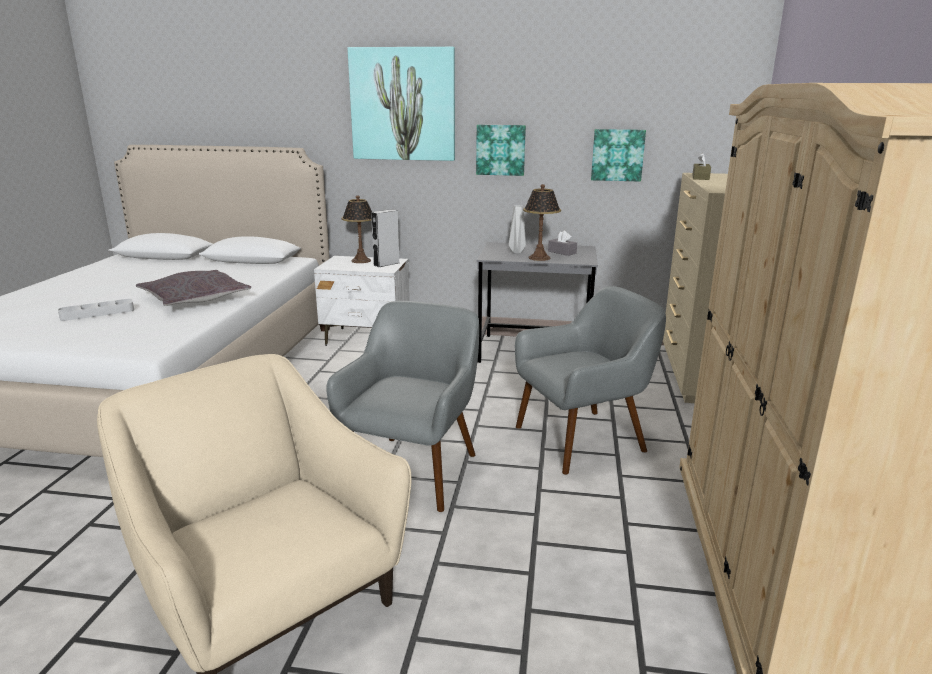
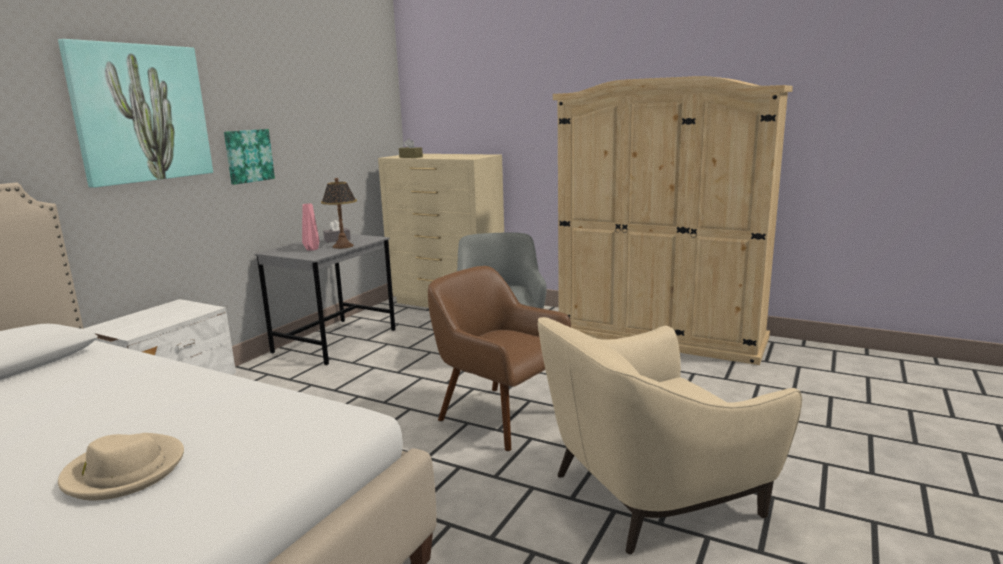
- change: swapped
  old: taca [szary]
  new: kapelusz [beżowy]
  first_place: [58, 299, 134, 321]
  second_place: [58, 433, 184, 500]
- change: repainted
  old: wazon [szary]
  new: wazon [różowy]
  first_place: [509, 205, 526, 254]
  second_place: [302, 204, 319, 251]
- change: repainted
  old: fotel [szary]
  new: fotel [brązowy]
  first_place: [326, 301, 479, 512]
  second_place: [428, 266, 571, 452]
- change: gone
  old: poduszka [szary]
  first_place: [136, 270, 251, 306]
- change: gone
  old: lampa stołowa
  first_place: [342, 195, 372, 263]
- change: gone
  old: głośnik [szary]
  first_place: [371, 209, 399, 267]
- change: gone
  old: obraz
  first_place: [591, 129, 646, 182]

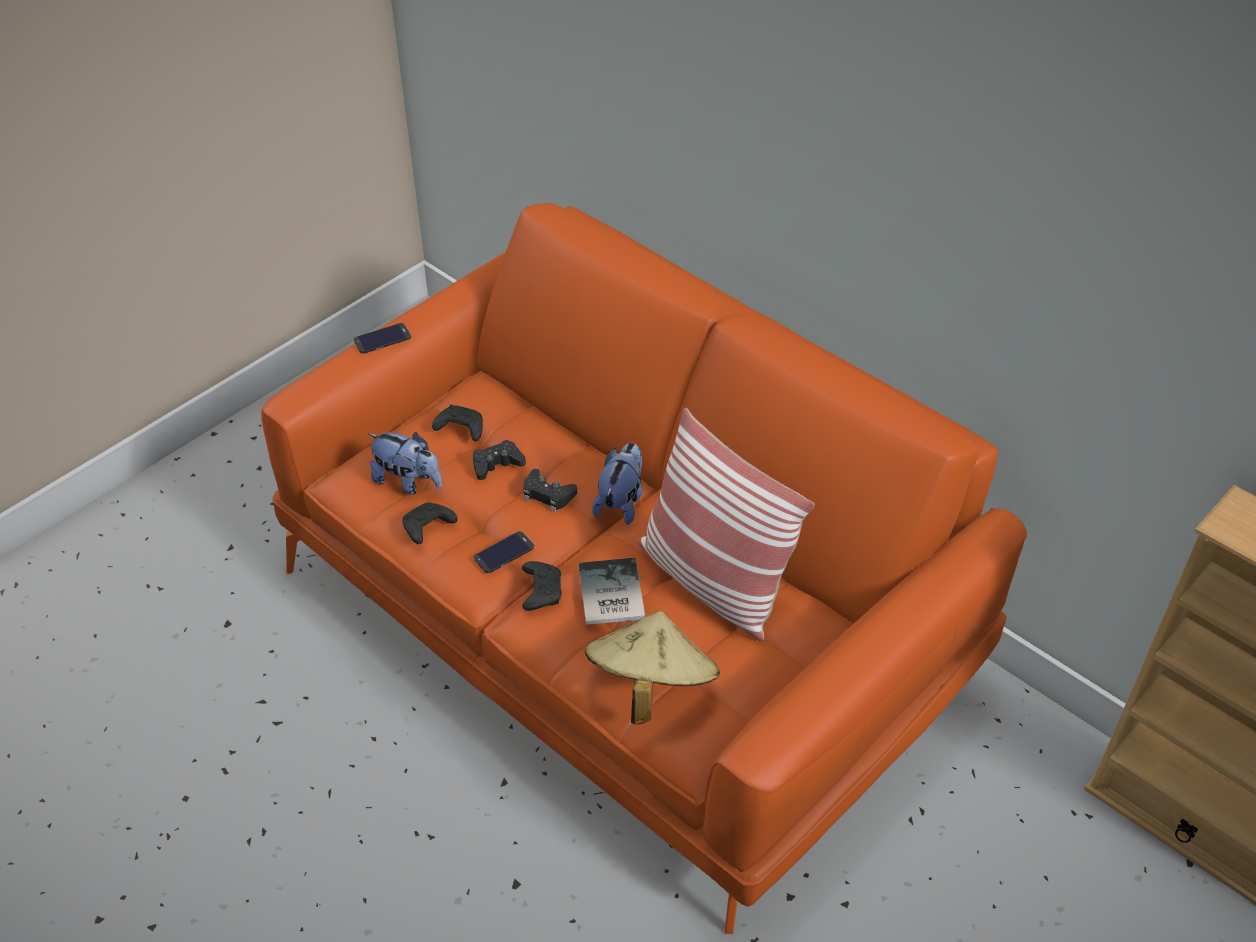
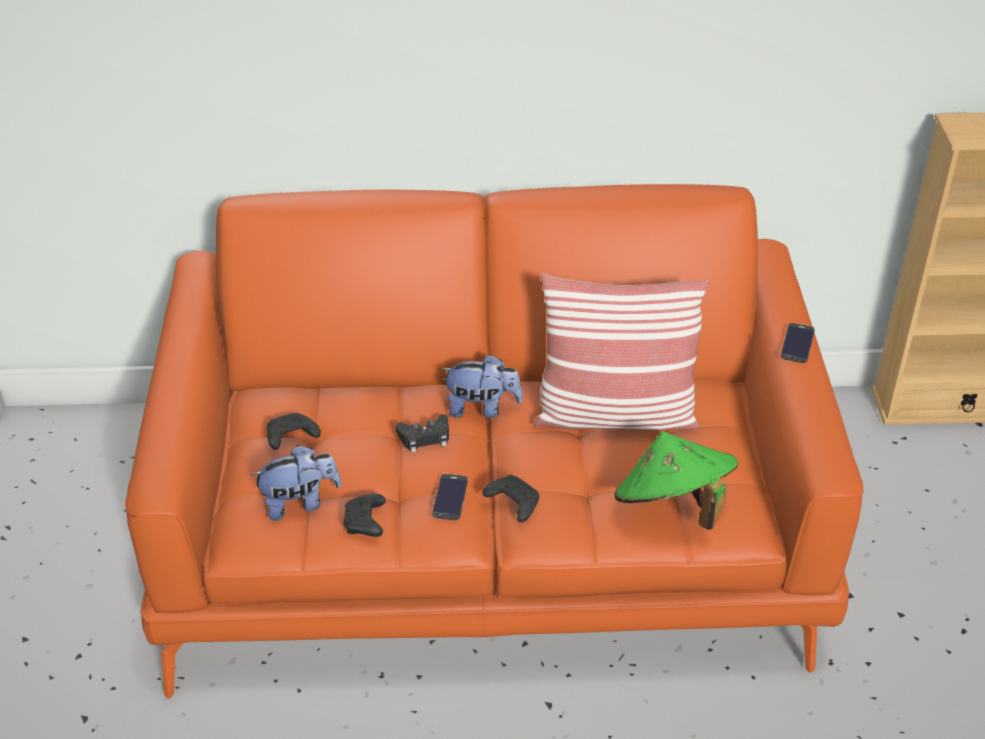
- change: rotated
  old: pluszak
  first_place: [592, 442, 642, 525]
  second_place: [441, 354, 523, 418]
  degrees: 120
- change: repainted
  old: kapelusz [beżowy]
  new: kapelusz [zielony]
  first_place: [585, 610, 720, 725]
  second_place: [614, 431, 738, 530]
- change: shifted
  old: telefon
  first_place: [354, 323, 411, 354]
  second_place: [781, 323, 815, 363]
- change: gone
  old: pad do gier [czarny]
  first_place: [473, 440, 526, 480]
- change: gone
  old: książka
  first_place: [578, 558, 645, 625]

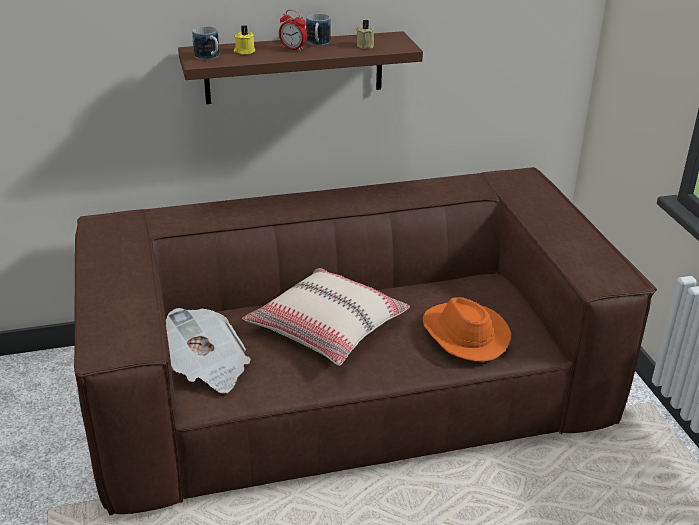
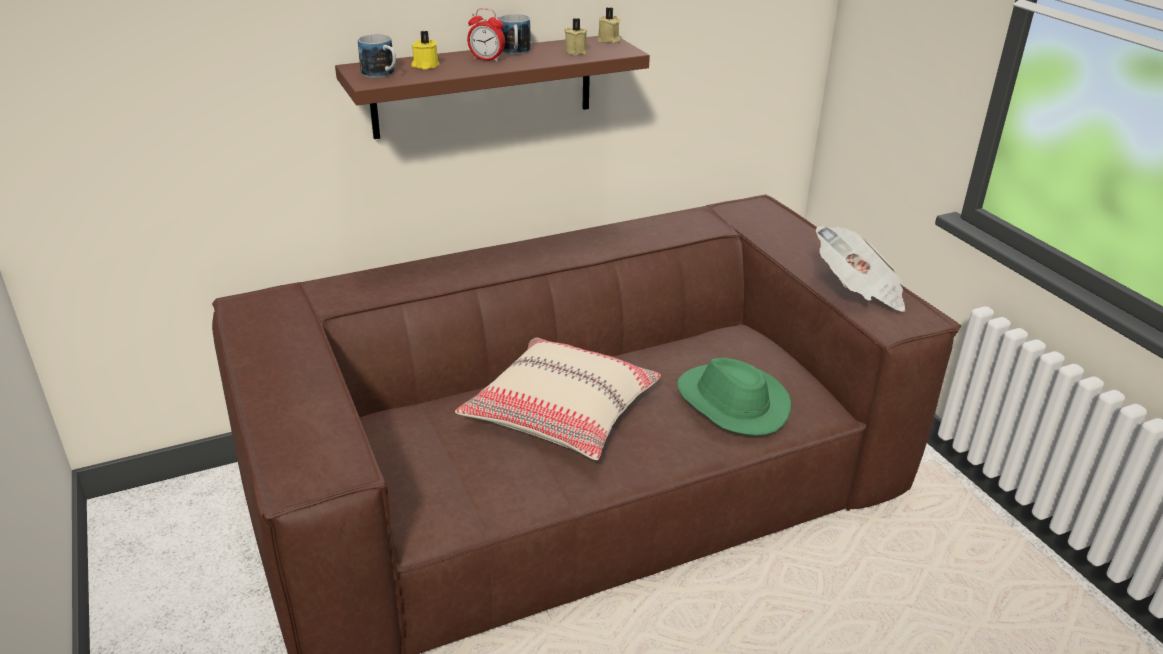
- change: new
  new: świeca [beżowy]
  second_place: [597, 7, 621, 43]
- change: repainted
  old: kapelusz [pomarańczowy]
  new: kapelusz [zielony]
  first_place: [423, 297, 511, 362]
  second_place: [677, 358, 791, 436]
- change: shifted
  old: gazeta
  first_place: [166, 308, 251, 394]
  second_place: [816, 226, 905, 312]

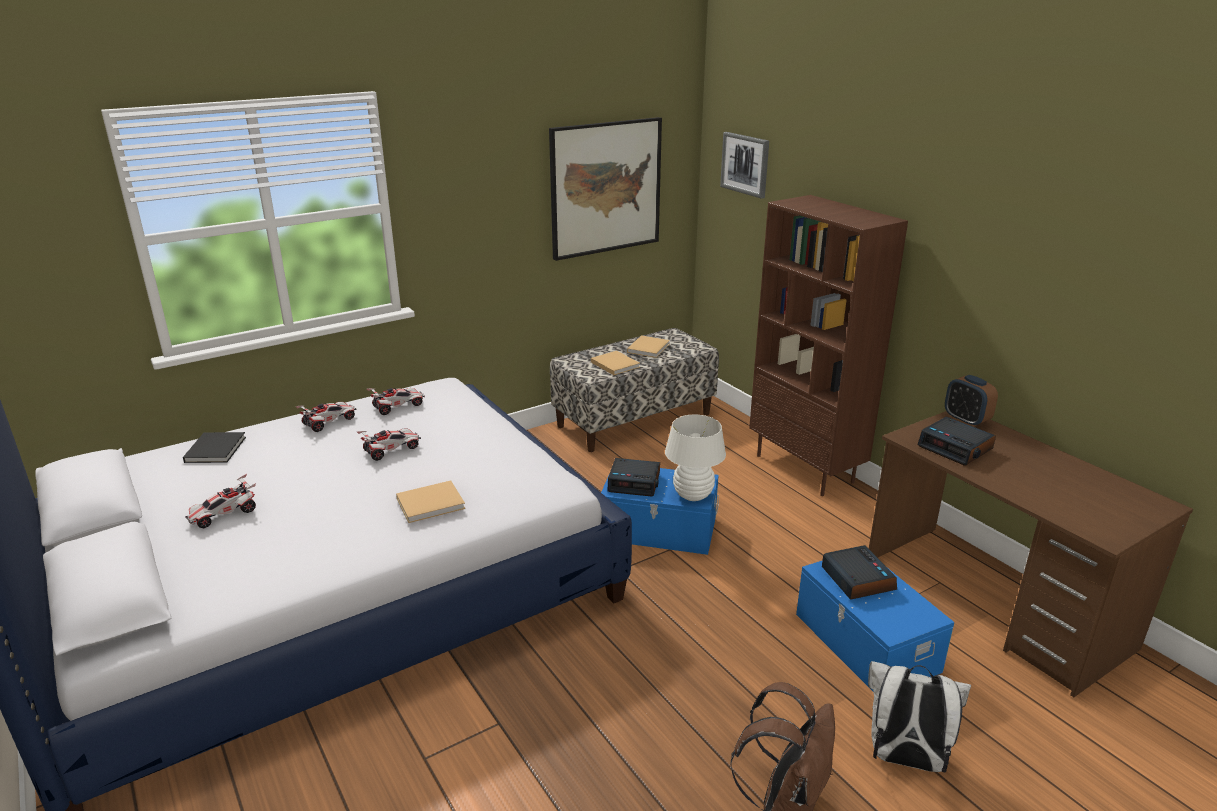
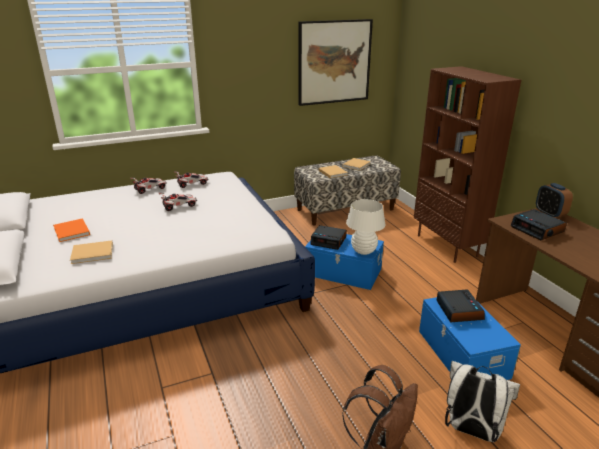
- change: swapped
  old: samochodzik
  new: książka [pomarańczowy]
  first_place: [185, 474, 256, 528]
  second_place: [53, 218, 90, 242]
- change: shifted
  old: książka [beżowy]
  first_place: [396, 481, 465, 523]
  second_place: [70, 240, 113, 264]
- change: gone
  old: książka [czarny]
  first_place: [183, 432, 246, 463]
- change: gone
  old: obraz
  first_place: [720, 132, 769, 199]

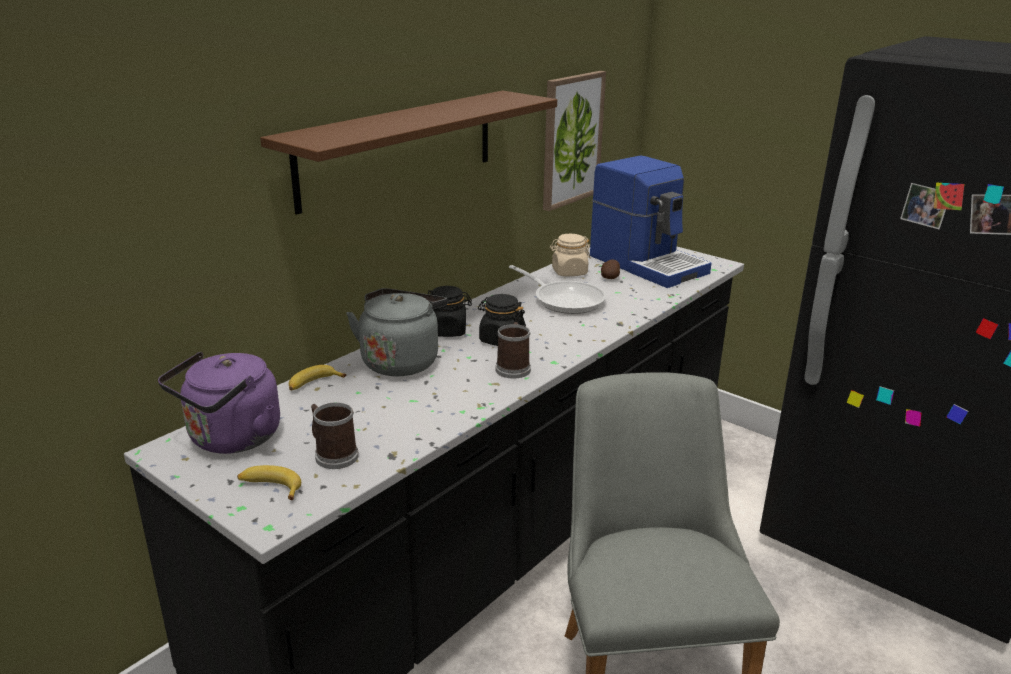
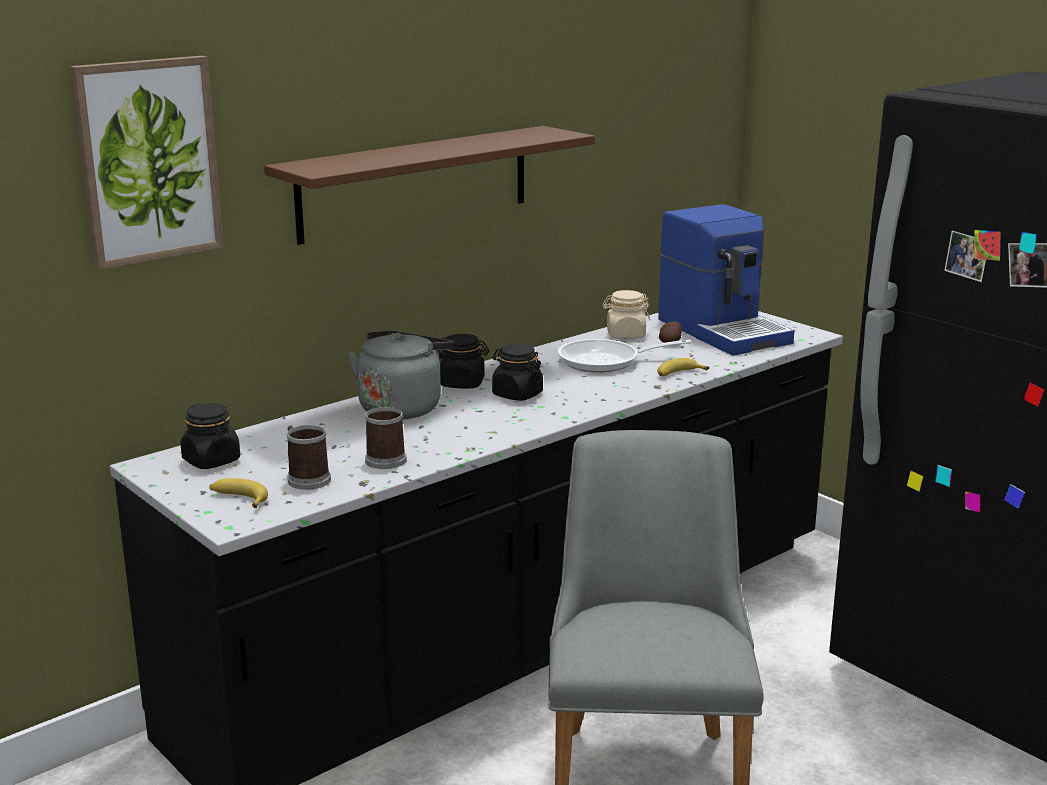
- change: shifted
  old: obraz
  first_place: [543, 71, 606, 211]
  second_place: [70, 56, 224, 270]
- change: swapped
  old: czajnik [fioletowy]
  new: słoik [czarny]
  first_place: [158, 352, 280, 454]
  second_place: [181, 403, 240, 469]
- change: shifted
  old: kubek
  first_place: [496, 322, 531, 379]
  second_place: [365, 405, 407, 469]
- change: rotated
  old: patelnia
  first_place: [509, 265, 606, 314]
  second_place: [558, 339, 692, 372]
  degrees: 120
- change: shifted
  old: banan
  first_place: [289, 365, 347, 390]
  second_place: [657, 358, 709, 377]

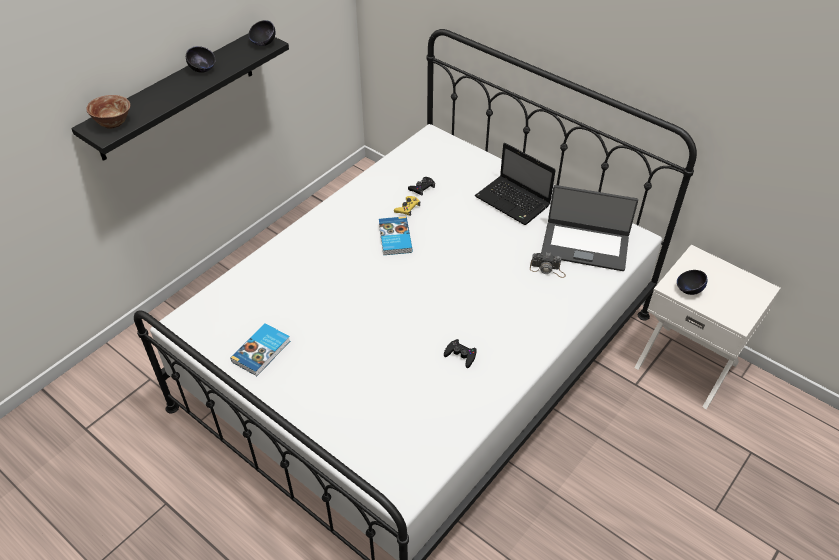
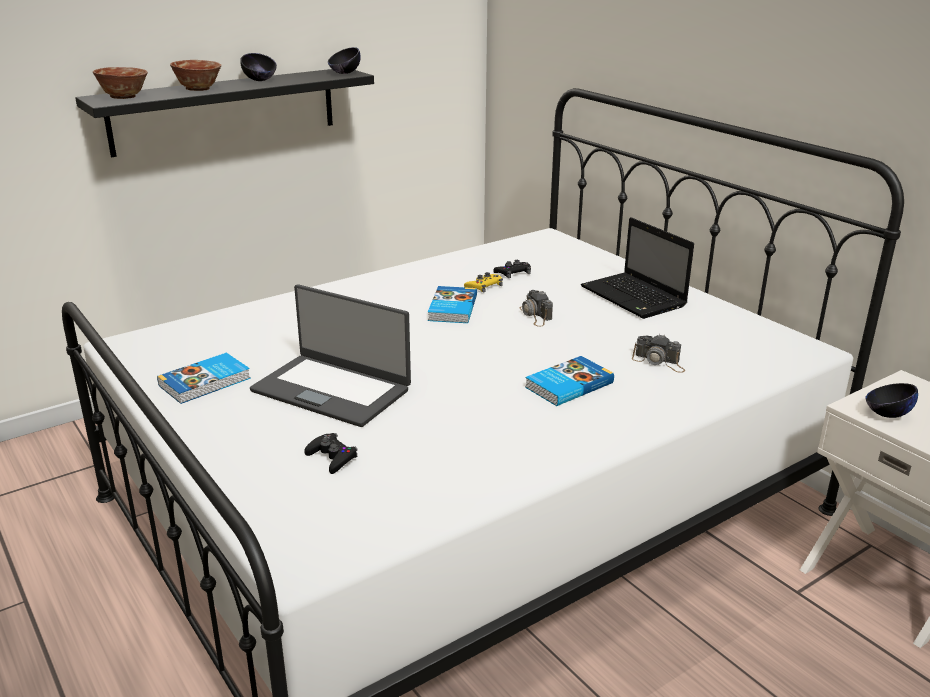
- change: new
  new: miska
  second_place: [170, 60, 221, 91]
- change: shifted
  old: laptop
  first_place: [541, 185, 638, 271]
  second_place: [250, 284, 411, 427]
- change: shifted
  old: pad do gier [czarny]
  first_place: [444, 339, 477, 368]
  second_place: [304, 433, 358, 474]
- change: new
  new: aparat fotograficzny
  second_place: [519, 290, 553, 327]
- change: new
  new: książka
  second_place: [525, 356, 614, 406]

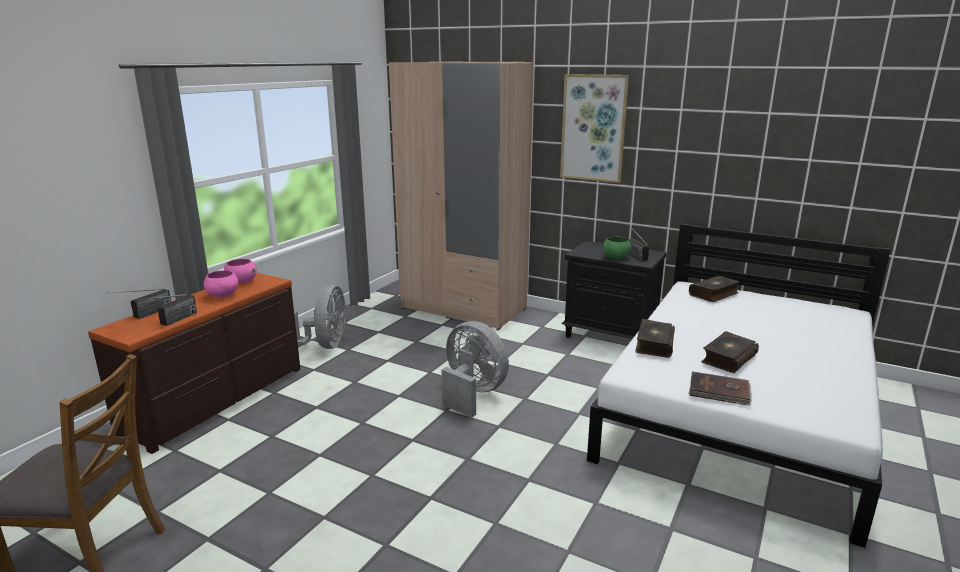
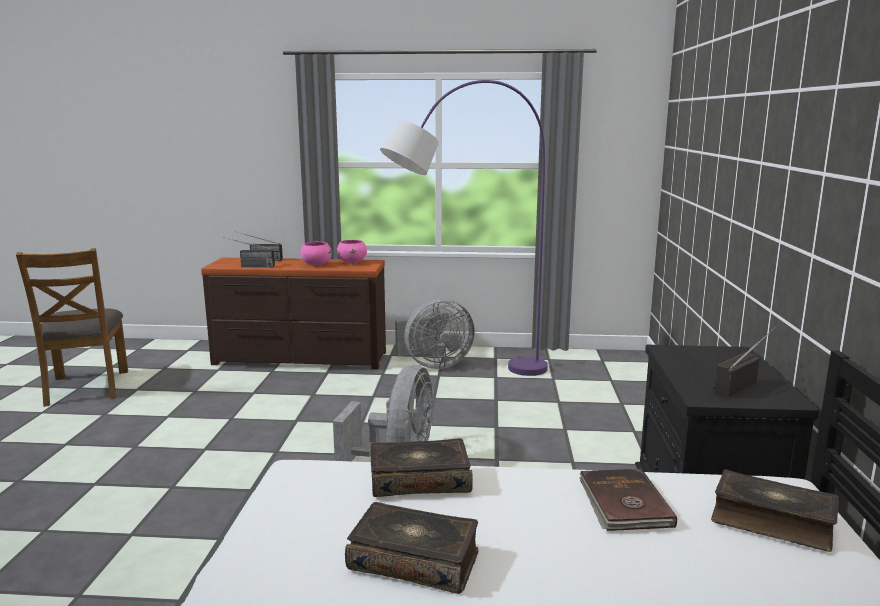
- change: new
  new: lampa stojąca [fioletowy]
  second_place: [380, 80, 548, 376]
- change: shifted
  old: książka [brązowy]
  first_place: [689, 372, 752, 406]
  second_place: [579, 468, 677, 531]
- change: gone
  old: szafa [beżowy]
  first_place: [389, 61, 534, 330]
- change: gone
  old: obraz
  first_place: [560, 74, 629, 183]
- change: gone
  old: miska [zielony]
  first_place: [603, 236, 632, 259]

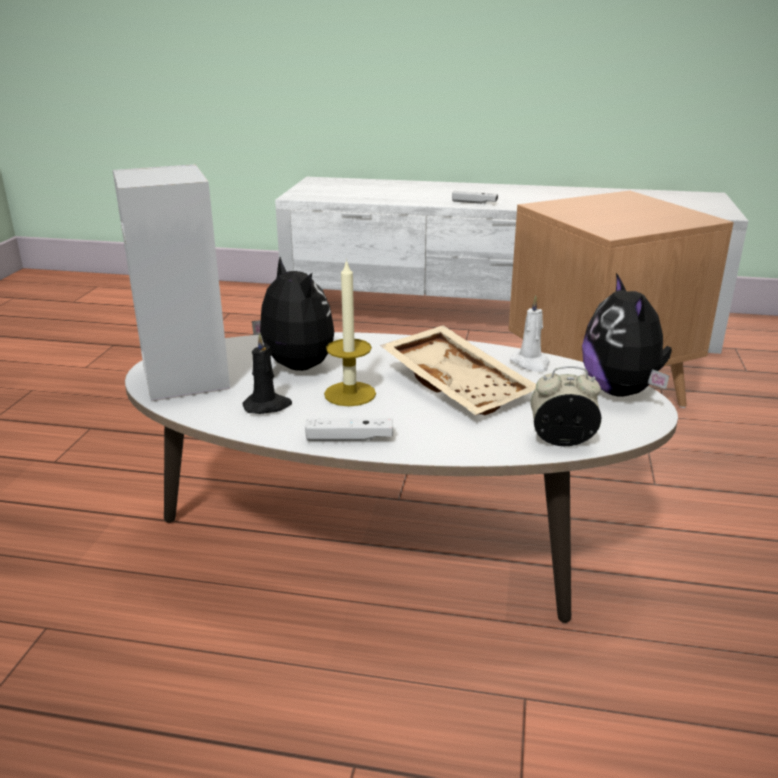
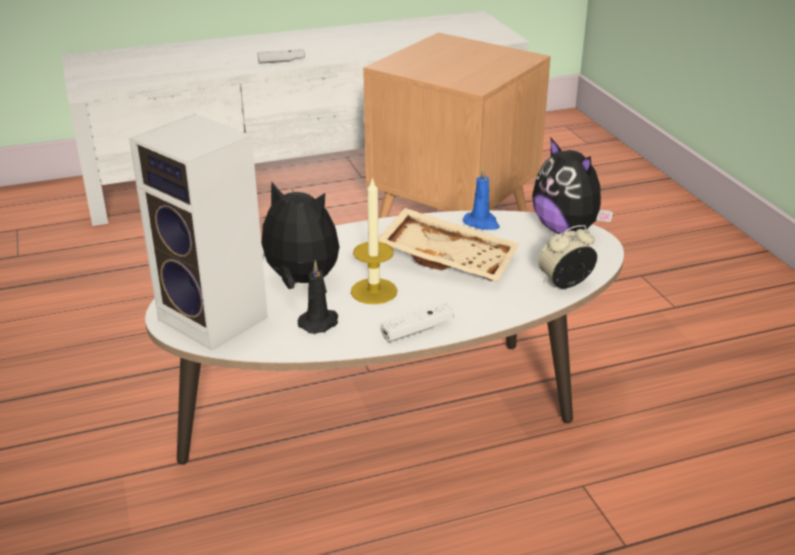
- change: repainted
  old: świeca [biały]
  new: świeca [niebieski]
  first_place: [510, 296, 550, 372]
  second_place: [463, 166, 500, 230]

